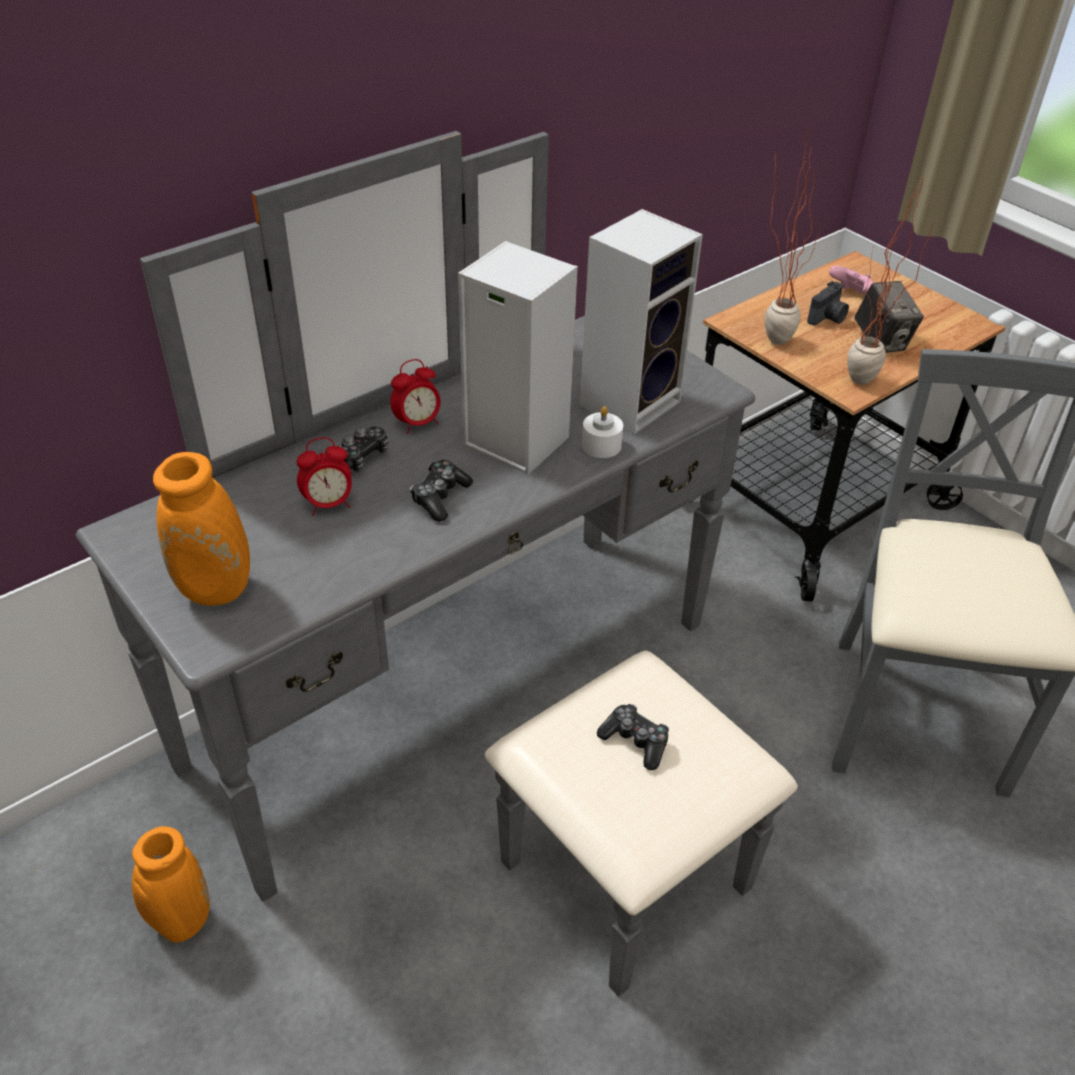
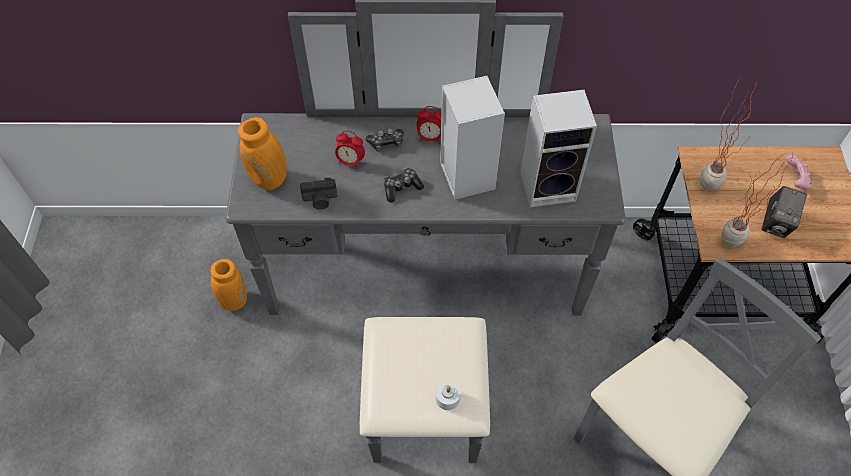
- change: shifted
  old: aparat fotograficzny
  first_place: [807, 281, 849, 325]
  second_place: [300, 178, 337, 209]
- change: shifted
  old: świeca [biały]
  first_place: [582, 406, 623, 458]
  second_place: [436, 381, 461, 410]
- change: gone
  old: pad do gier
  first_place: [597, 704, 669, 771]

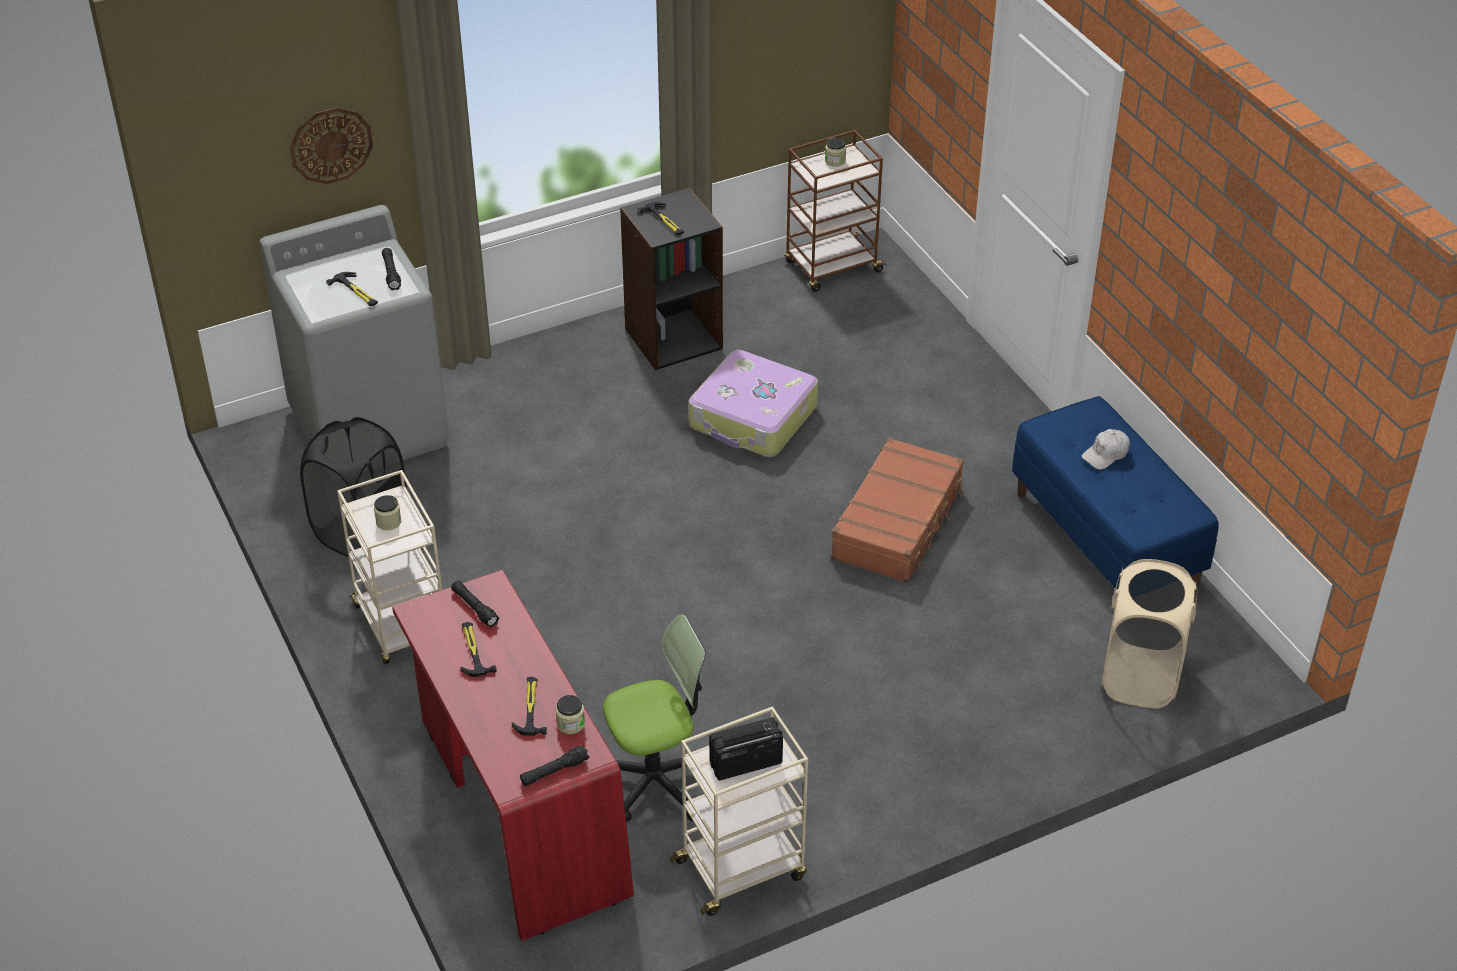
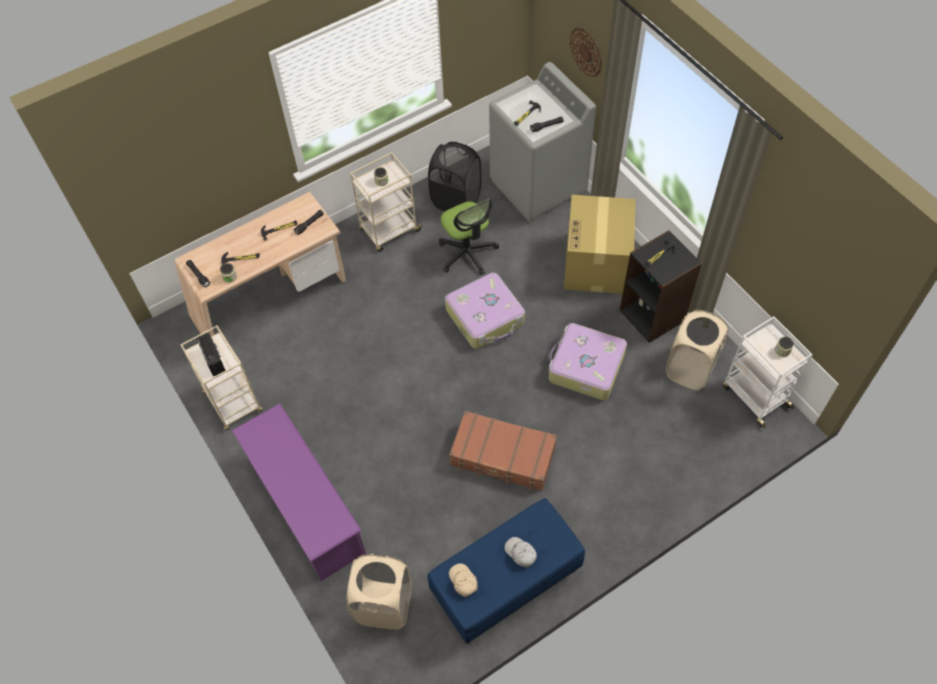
- change: repainted
  old: biurko [czerwony]
  new: biurko [beżowy]
  first_place: [392, 570, 634, 941]
  second_place: [175, 192, 346, 336]
- change: new
  new: regał na buty [fioletowy]
  second_place: [232, 404, 366, 581]
- change: shifted
  old: krzesło biurowe
  first_place: [603, 614, 706, 822]
  second_place: [439, 198, 499, 275]
- change: new
  new: walizka
  second_place: [445, 272, 525, 349]
- change: new
  new: czapka z daszkiem [beżowy]
  second_place: [449, 563, 478, 597]
- change: new
  new: karton
  second_place: [564, 195, 636, 294]
- change: new
  new: kosz na pranie [beżowy]
  second_place: [666, 310, 729, 390]
- change: repainted
  old: wózek [brązowy]
  new: wózek [biały]
  first_place: [784, 130, 887, 292]
  second_place: [723, 317, 813, 429]

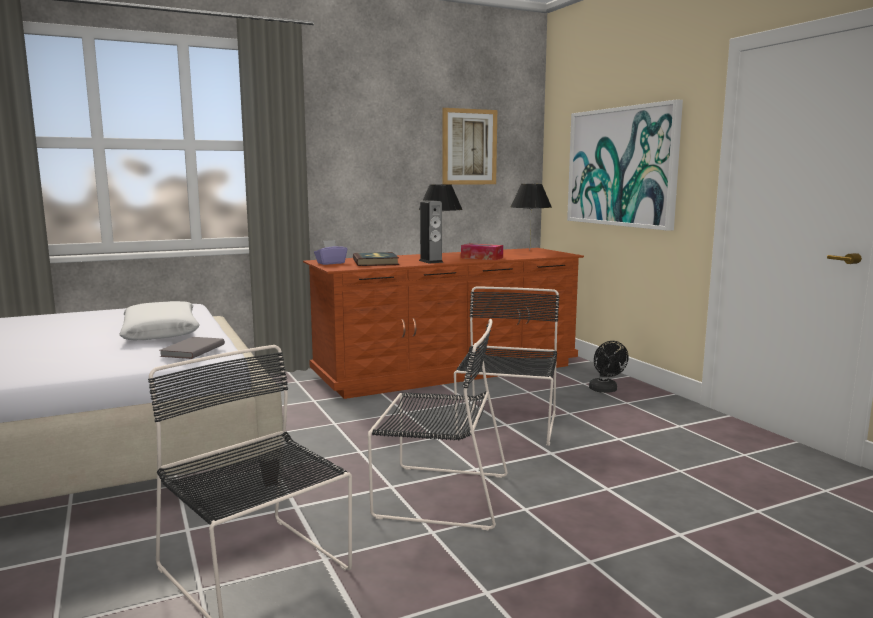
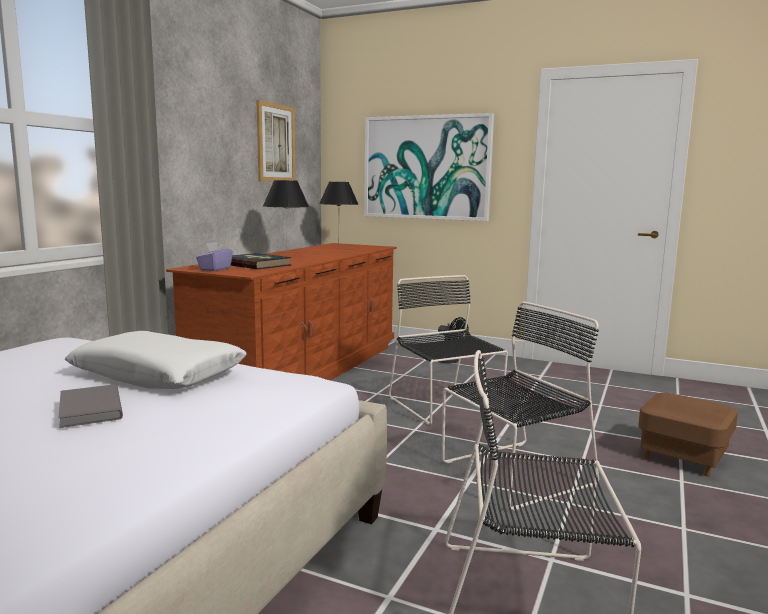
- change: shifted
  old: książka [szary]
  first_place: [160, 337, 225, 359]
  second_place: [59, 384, 123, 428]
- change: new
  new: pufa [brązowy]
  second_place: [638, 392, 738, 477]
- change: gone
  old: głośnik
  first_place: [419, 200, 444, 264]
- change: gone
  old: pudełko chusteczek
  first_place: [461, 243, 503, 260]

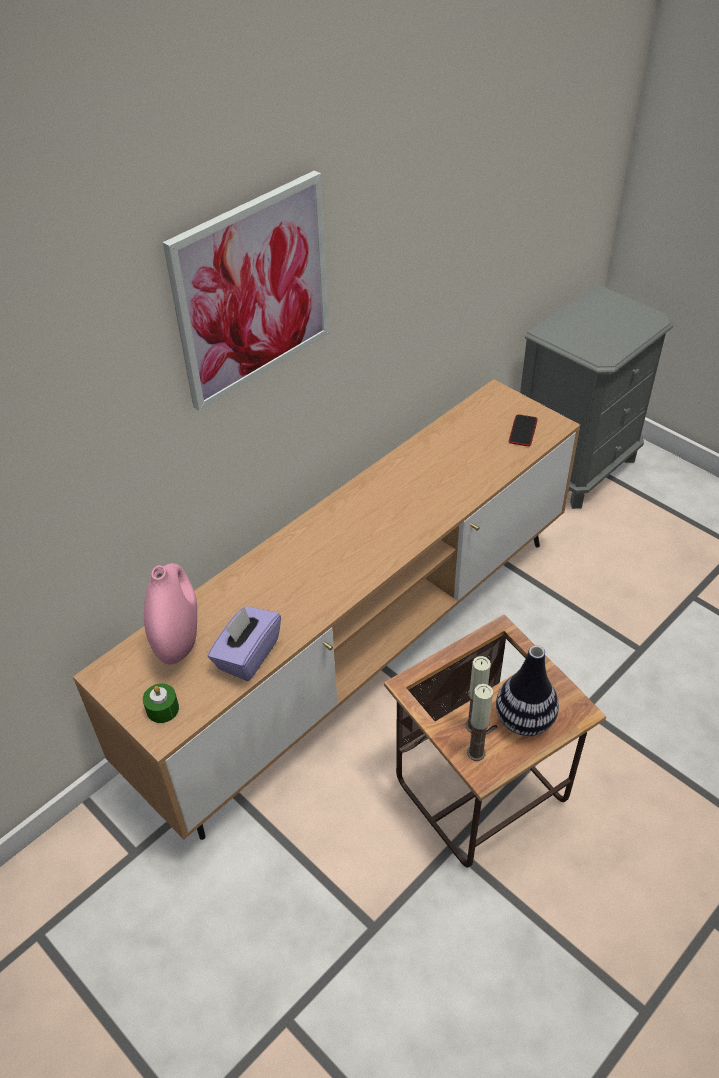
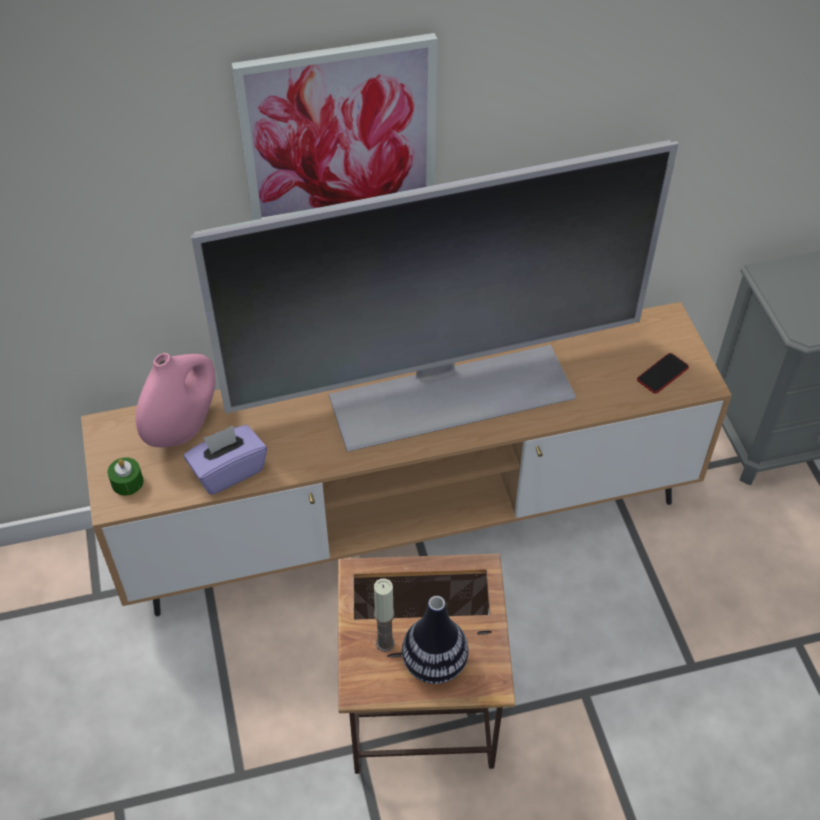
- change: new
  new: telewizor
  second_place: [191, 140, 678, 452]
- change: gone
  old: świeca
  first_place: [467, 684, 493, 761]

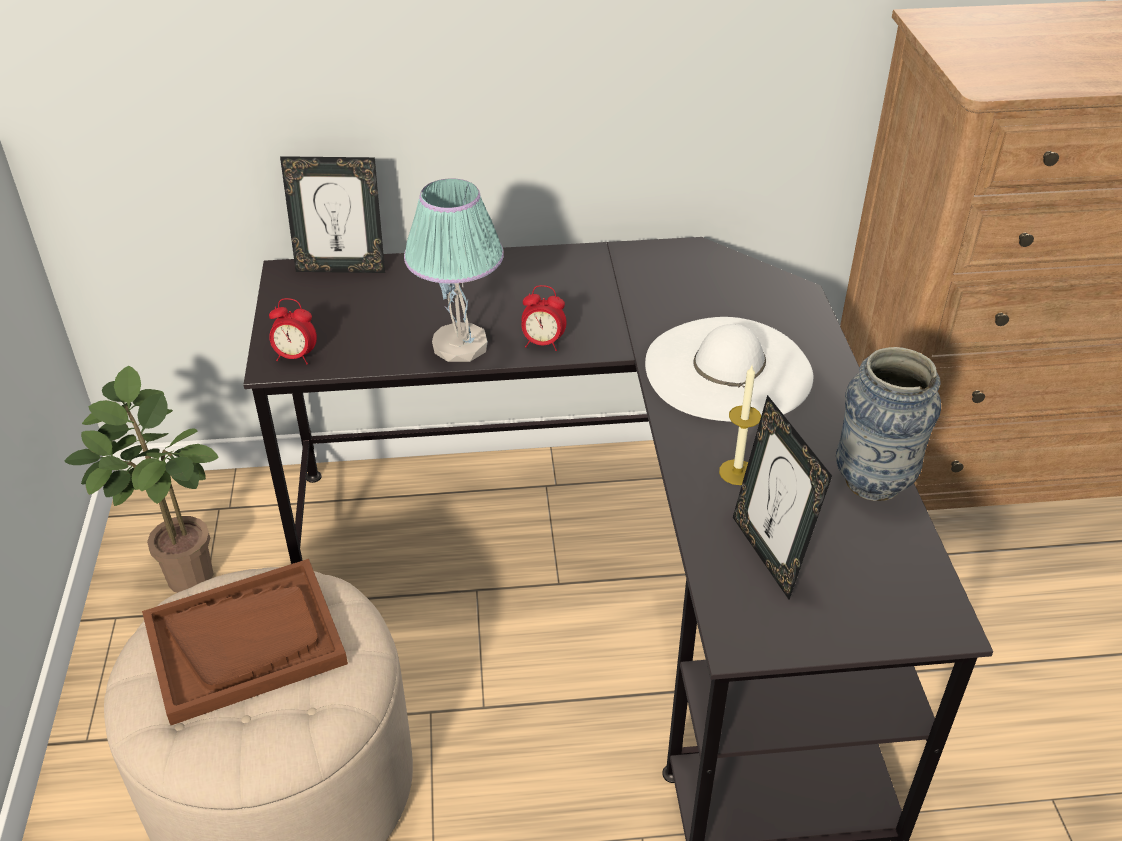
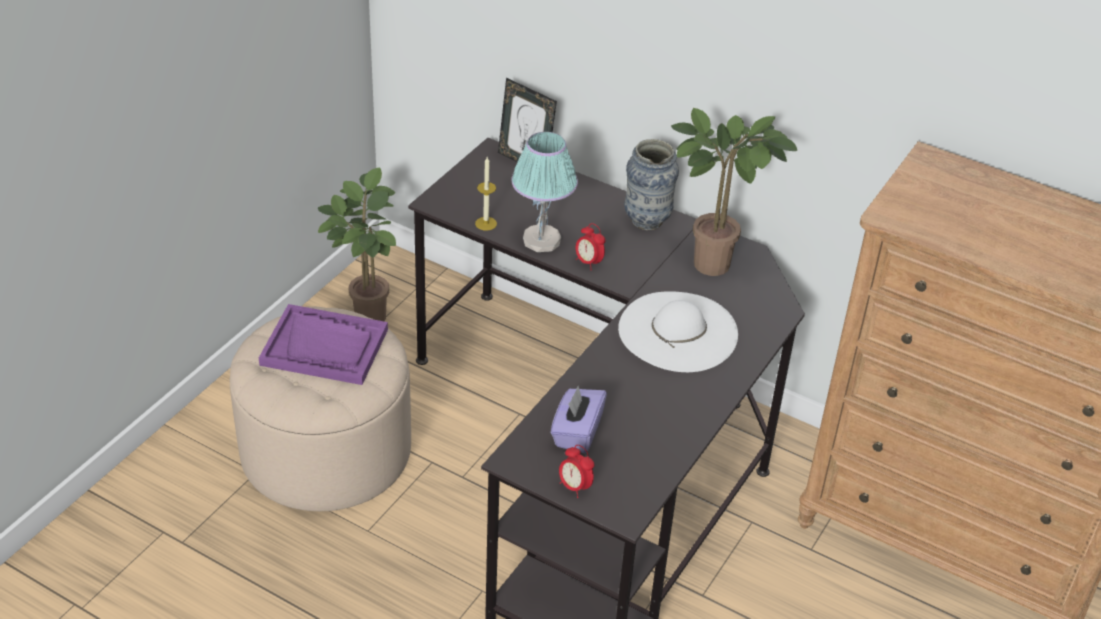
- change: repainted
  old: taca [brązowy]
  new: taca [fioletowy]
  first_place: [142, 559, 348, 725]
  second_place: [259, 304, 388, 385]
- change: shifted
  old: świeca
  first_place: [719, 366, 761, 485]
  second_place: [475, 157, 497, 231]
- change: swapped
  old: ramka na zdjęcie
  new: pudełko chusteczek [fioletowy]
  first_place: [733, 395, 832, 600]
  second_place: [551, 386, 607, 453]
- change: shifted
  old: budzik
  first_place: [269, 298, 317, 364]
  second_place: [559, 445, 594, 498]
- change: shifted
  old: wazon
  first_place: [836, 347, 941, 501]
  second_place: [624, 139, 679, 230]
- change: new
  new: roślina doniczkowa
  second_place: [671, 108, 797, 276]

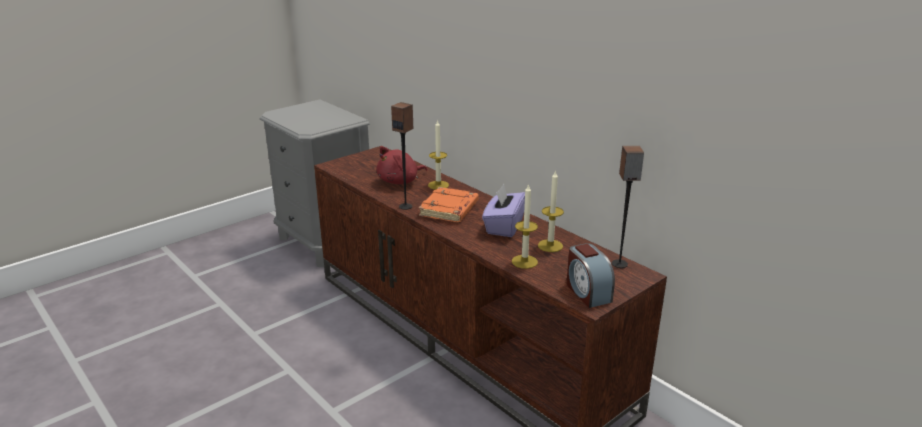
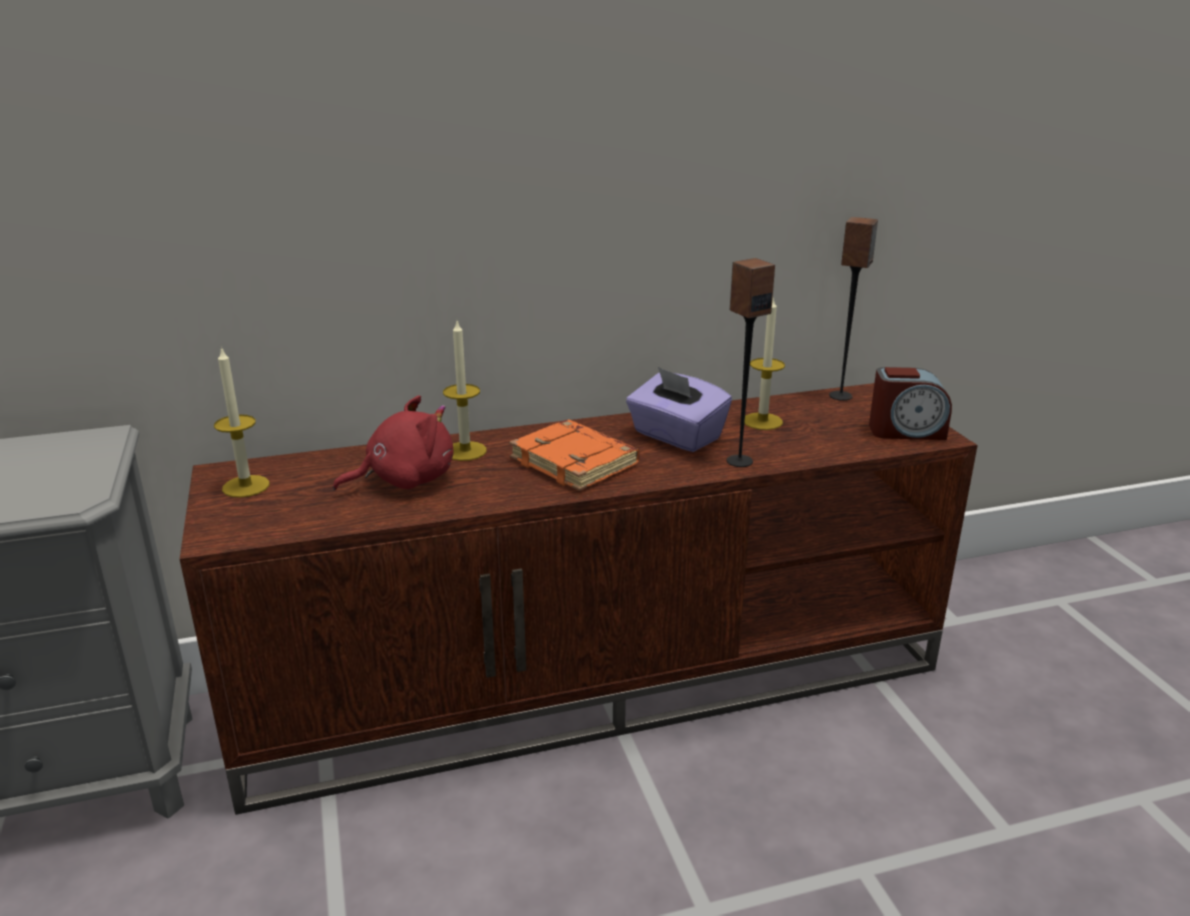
- change: shifted
  old: świeca
  first_place: [512, 184, 538, 269]
  second_place: [214, 346, 270, 498]
- change: rotated
  old: pluszak [czerwony]
  first_place: [376, 146, 427, 184]
  second_place: [333, 395, 454, 490]
  degrees: -105
- change: shifted
  old: głośnik
  first_place: [391, 102, 413, 210]
  second_place: [727, 258, 775, 467]

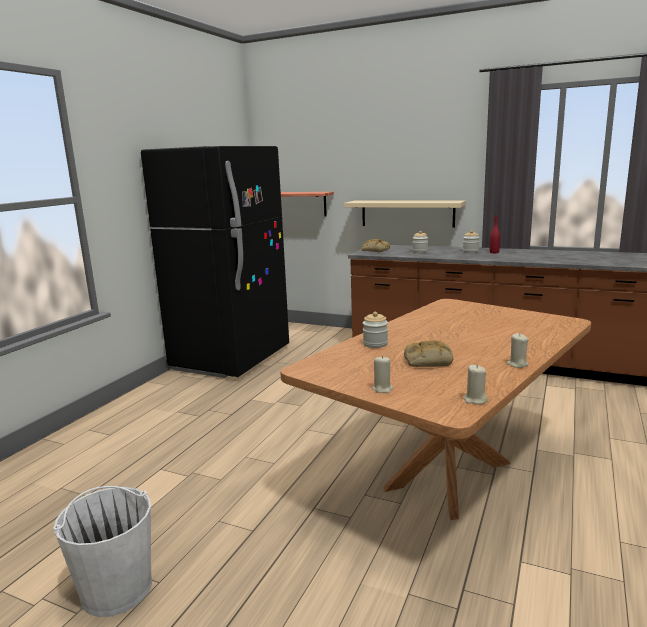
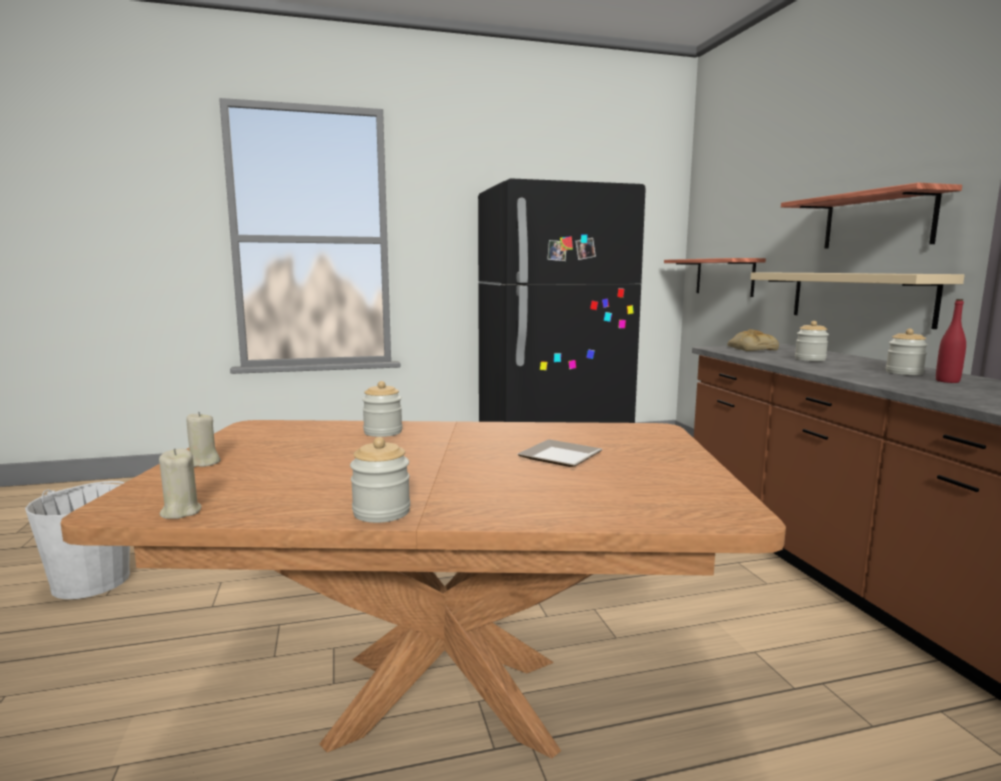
- change: swapped
  old: świeca [beżowy]
  new: słoik
  first_place: [506, 333, 529, 368]
  second_place: [350, 437, 410, 523]
- change: new
  new: talerz
  second_place: [517, 439, 603, 467]
- change: new
  new: półka
  second_place: [781, 183, 962, 249]
- change: gone
  old: chleb
  first_place: [404, 340, 453, 367]

